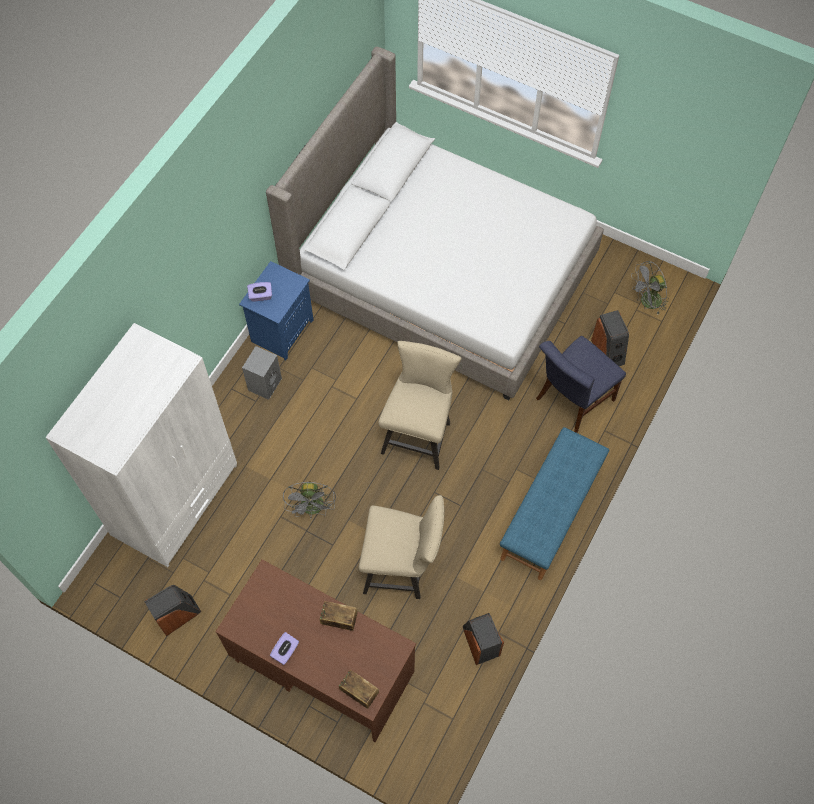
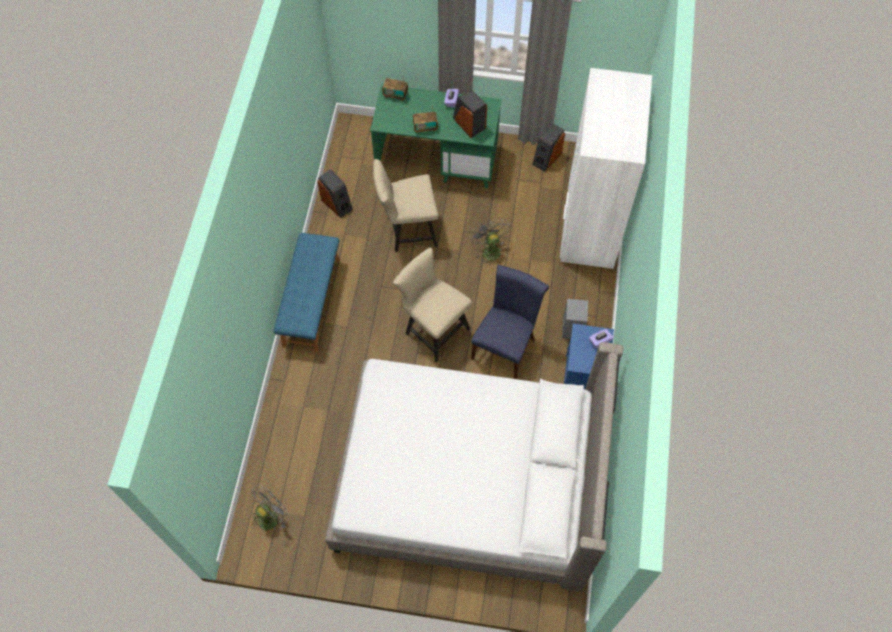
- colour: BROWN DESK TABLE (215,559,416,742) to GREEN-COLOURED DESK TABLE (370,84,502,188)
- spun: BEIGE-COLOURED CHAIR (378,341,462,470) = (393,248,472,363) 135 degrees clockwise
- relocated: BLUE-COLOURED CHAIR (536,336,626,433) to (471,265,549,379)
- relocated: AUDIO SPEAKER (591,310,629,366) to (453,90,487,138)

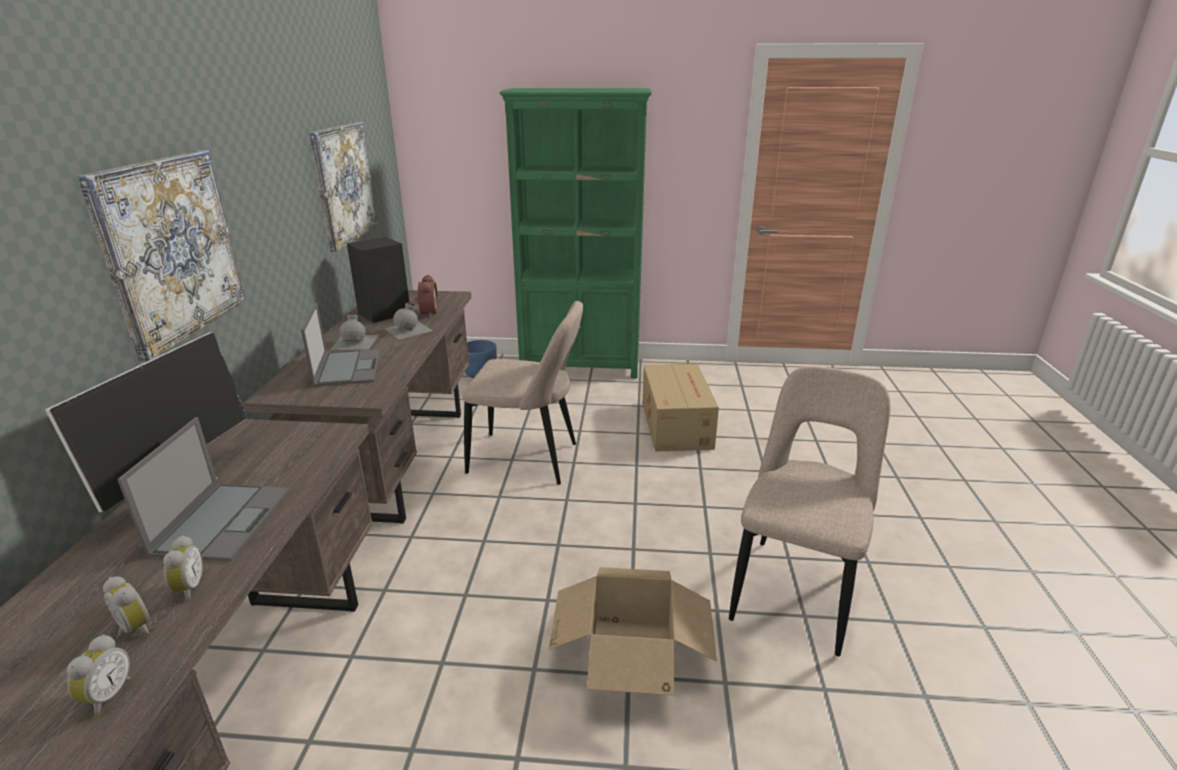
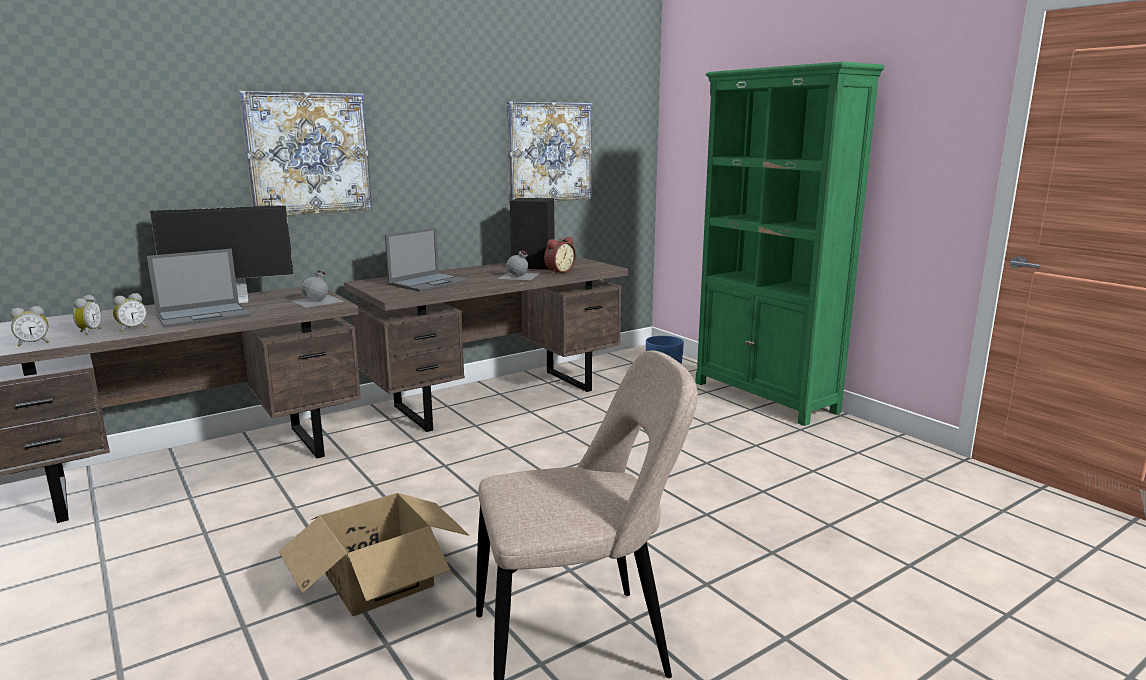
- relocated: GRAY BOTTLE (330,313,379,350) to (291,270,345,308)
- missing: BEIGE-COLOURED CHAIR (463,301,583,485)
- missing: PACKING BOX (642,364,719,452)

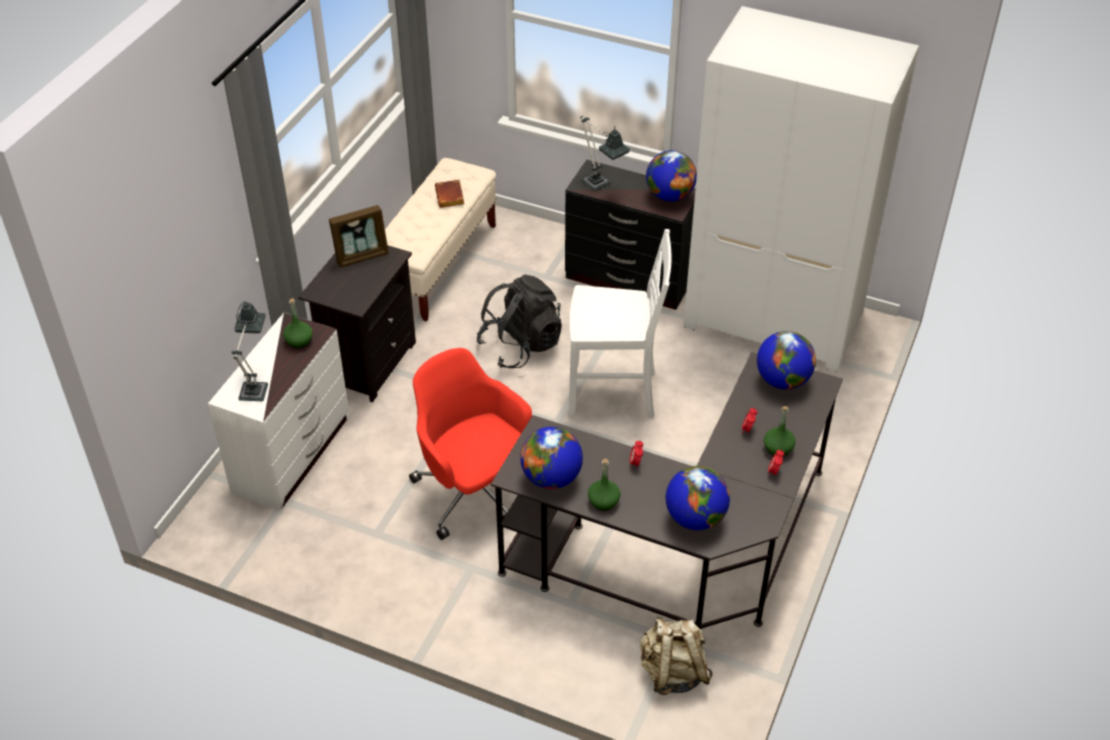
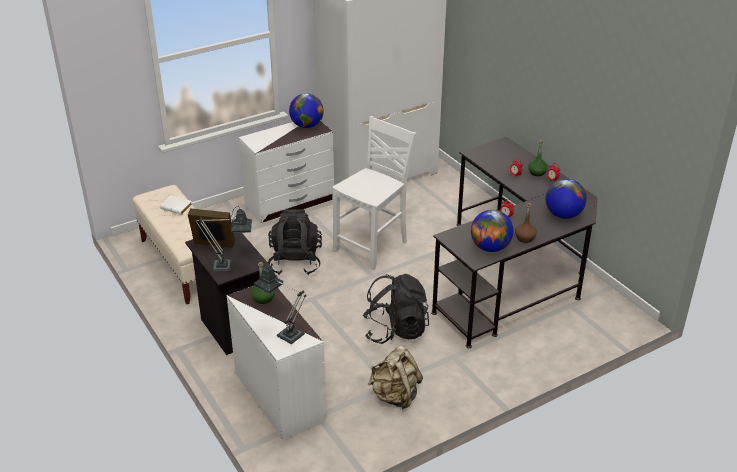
- spun: STANDING FRAME (329,205,389,268) = (188,208,235,248) 90 degrees counterclockwise
- exchanged: REDDISH OFFICE CHAIR (409,348,532,540) to BLACK KNAPSACK (363,274,429,344)
- colour: BROWN BOUND BOOK (435,180,464,208) to WHITE-COLOURED BOUND BOOK (160,196,193,215)
- colour: BLACK DRESSER (565,160,696,310) to WHITE-COLOURED DRESSER (239,121,334,223)
- relocated: LAMP FOR A TABLE (580,116,630,191) to (195,206,252,272)
- colour: GREEN-COLOURED BOTTLE (588,459,621,511) to BROWN BOTTLE (515,203,537,243)
- relocated: BEIGE-COLOURED KNAPSACK (640,616,713,695) to (368,346,423,410)
- missing: GLOBE (757,331,816,390)

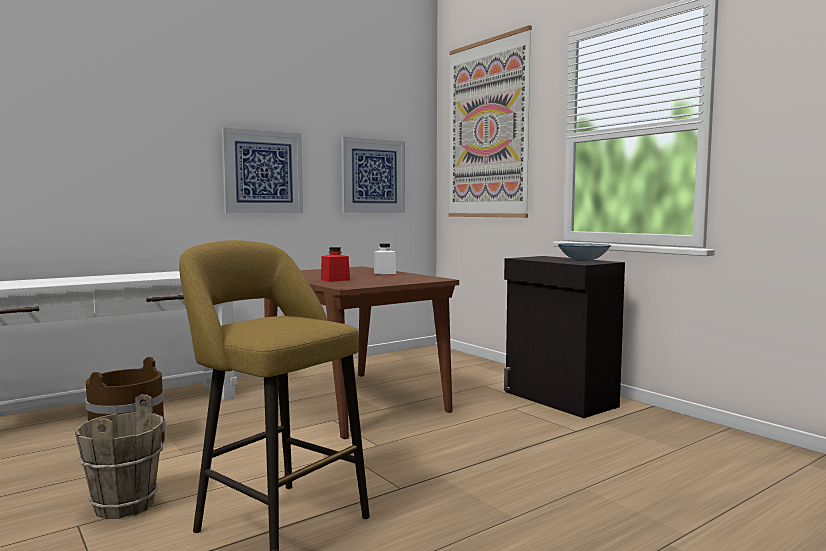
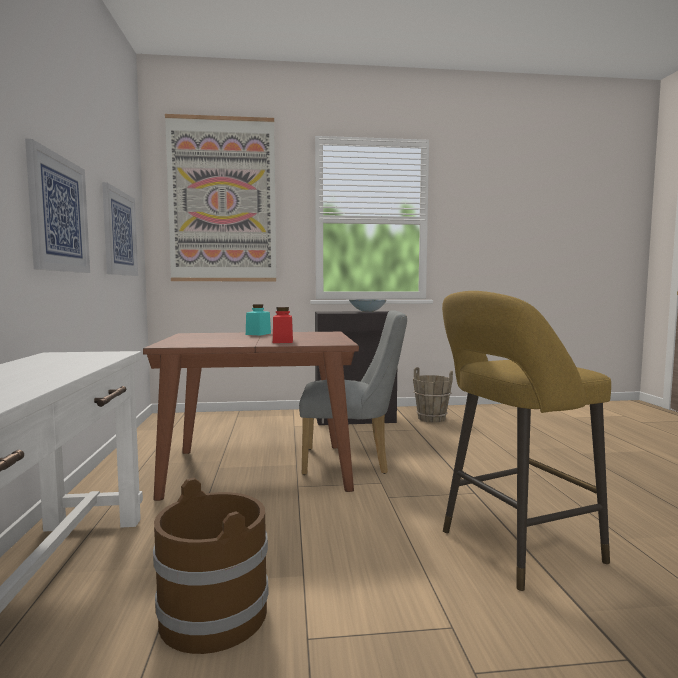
- relocated: BROWN PAIL (74,394,163,519) to (413,367,453,422)
- colour: WHITE-COLOURED STORAGE JAR (374,244,396,274) to TURQUOISE STORAGE JAR (246,304,271,335)
- appeared: GRAY CHAIR (299,310,407,475)

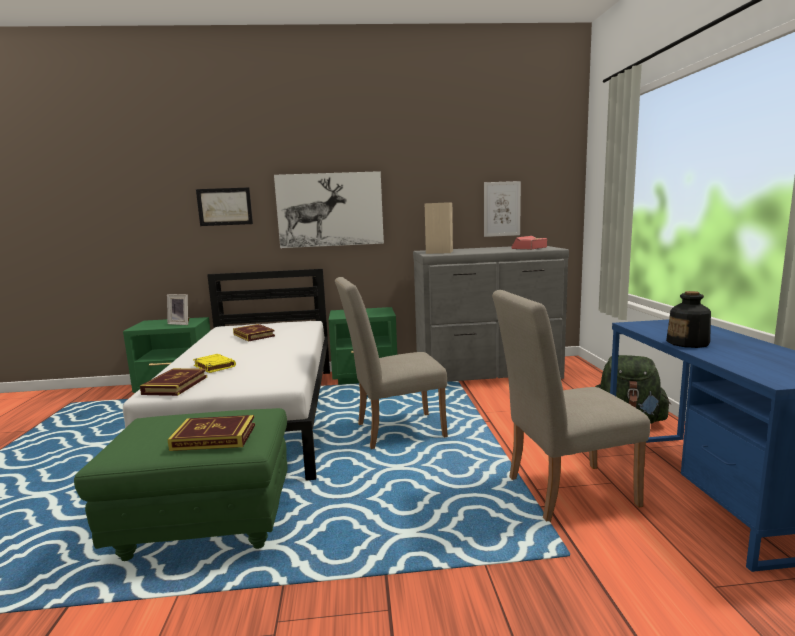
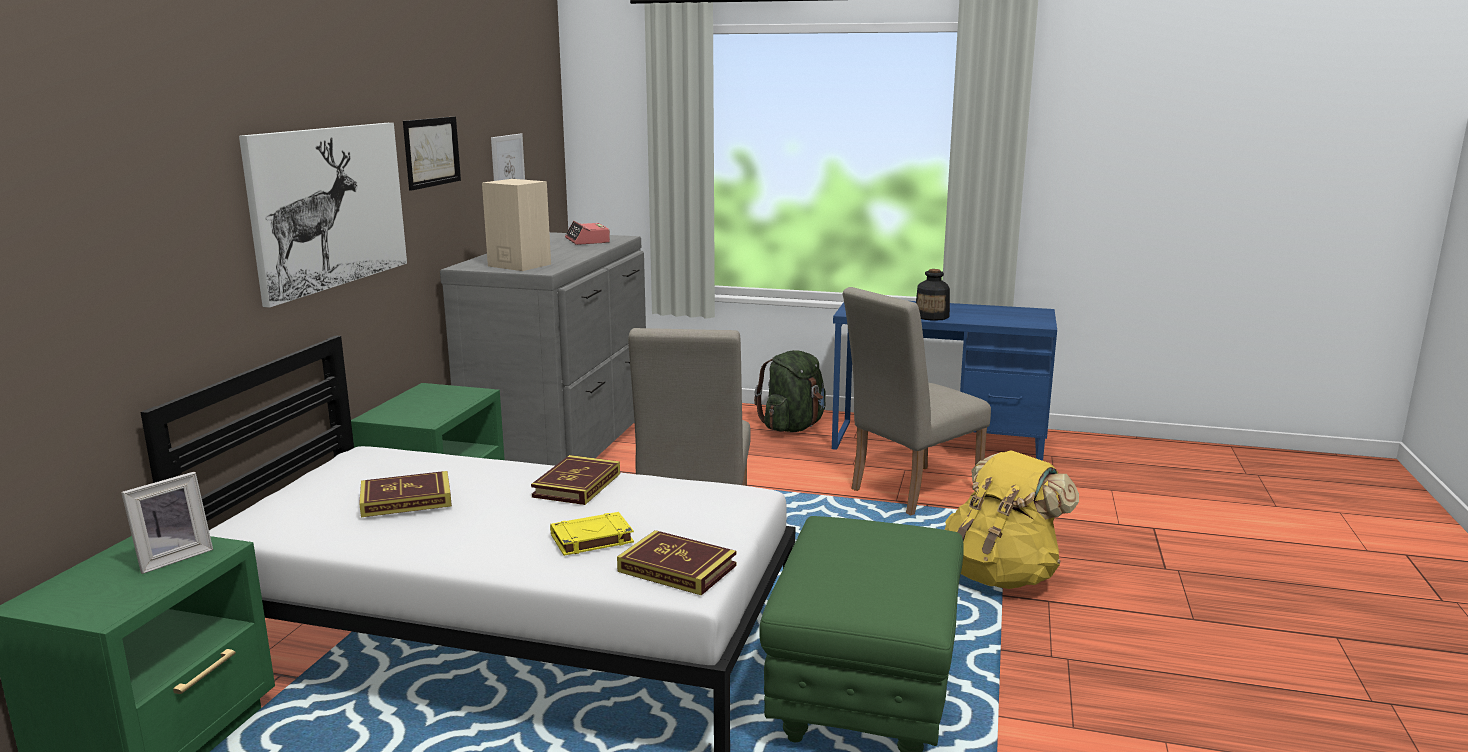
- relocated: BOUND BOOK (167,415,255,451) to (531,455,620,505)
- relocated: PICTURE (196,187,253,226) to (403,116,461,191)
- spun: BEIGE-COLOURED CHAIR (492,290,650,522) = (842,287,991,515) 45 degrees clockwise
- appeared: YELLOWISH KNAPSACK (945,450,1079,589)

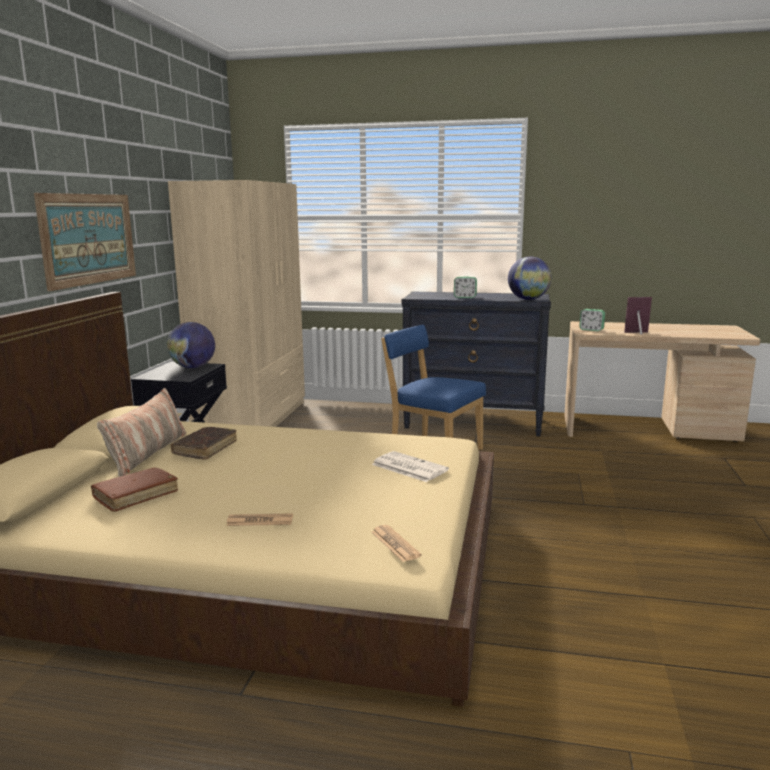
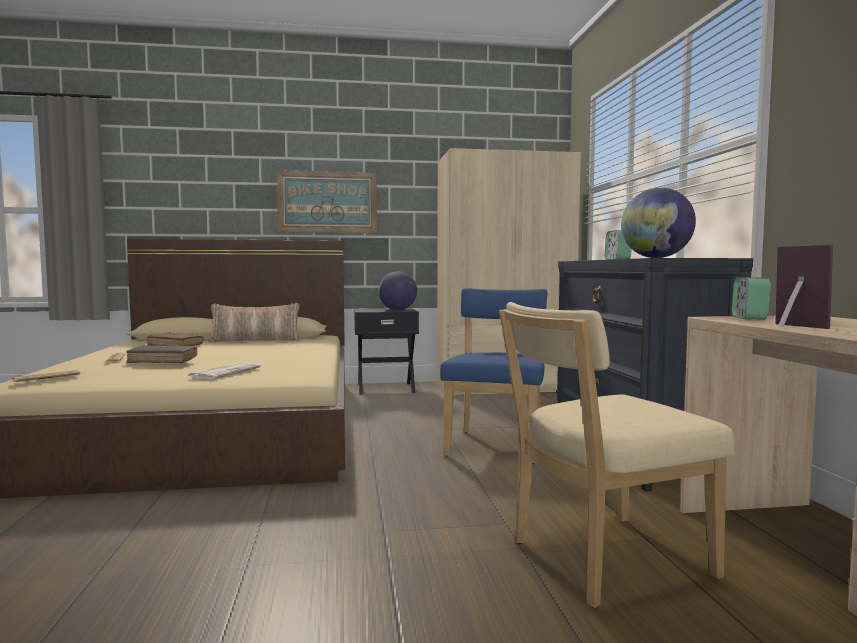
- relocated: BROWN BOUND BOOK (171,427,237,460) to (126,345,197,363)
- appeared: BEIGE-COLOURED CHAIR (499,302,734,608)

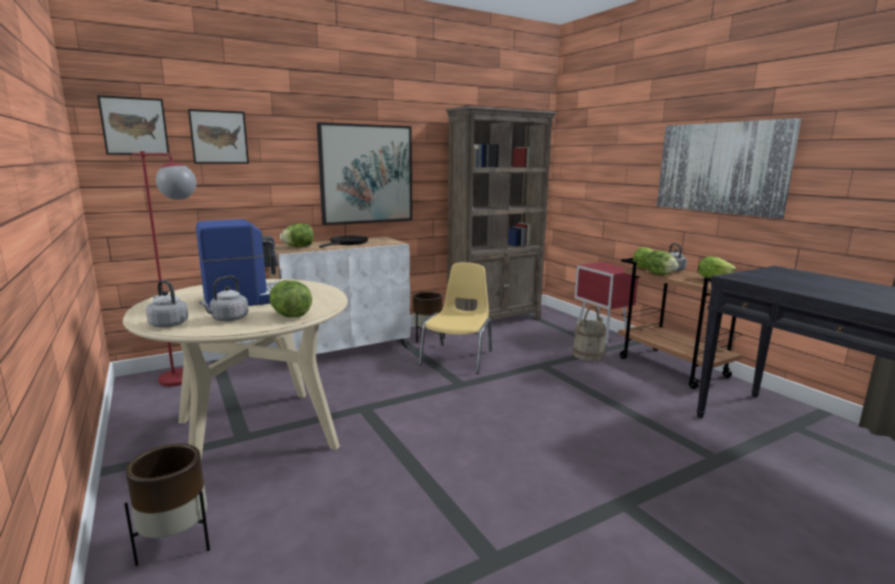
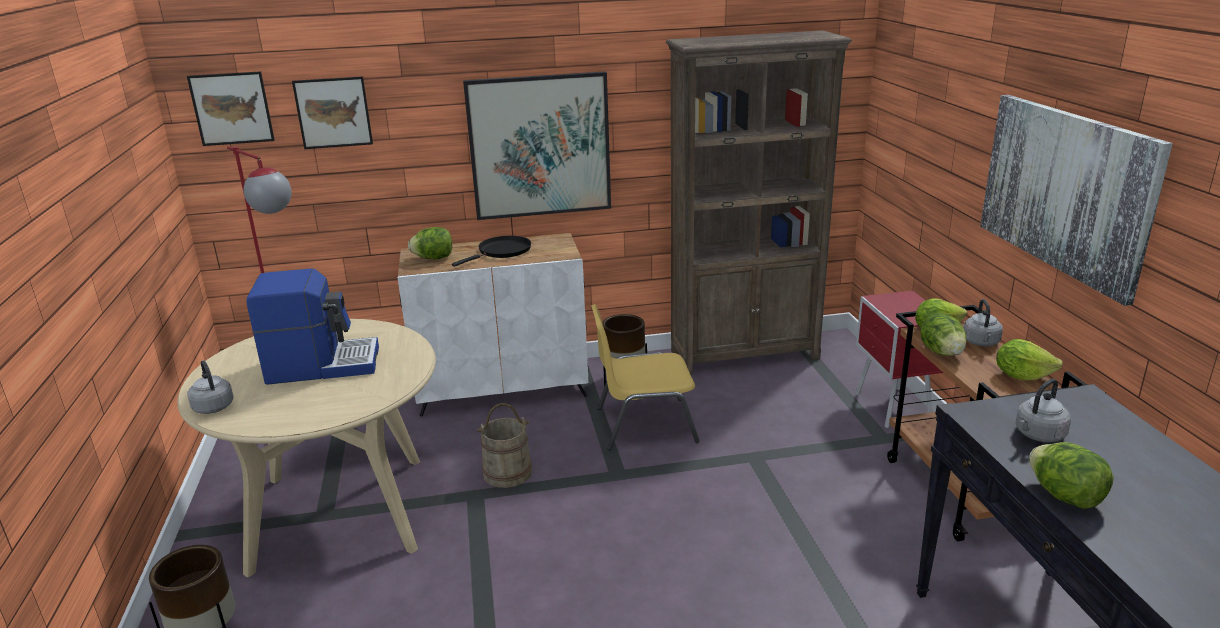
- relocated: GRAY TEA KETTLE (199,276,249,321) to (1016,379,1071,442)
- relocated: LETTUCE HEAD (269,280,312,317) to (1029,442,1114,509)
- spun: YELLOWISH CHAIR (419,262,492,374) = (591,304,700,450) 135 degrees counterclockwise
- relocated: BEIGE-COLOURED PAIL (573,306,606,361) to (477,403,532,488)

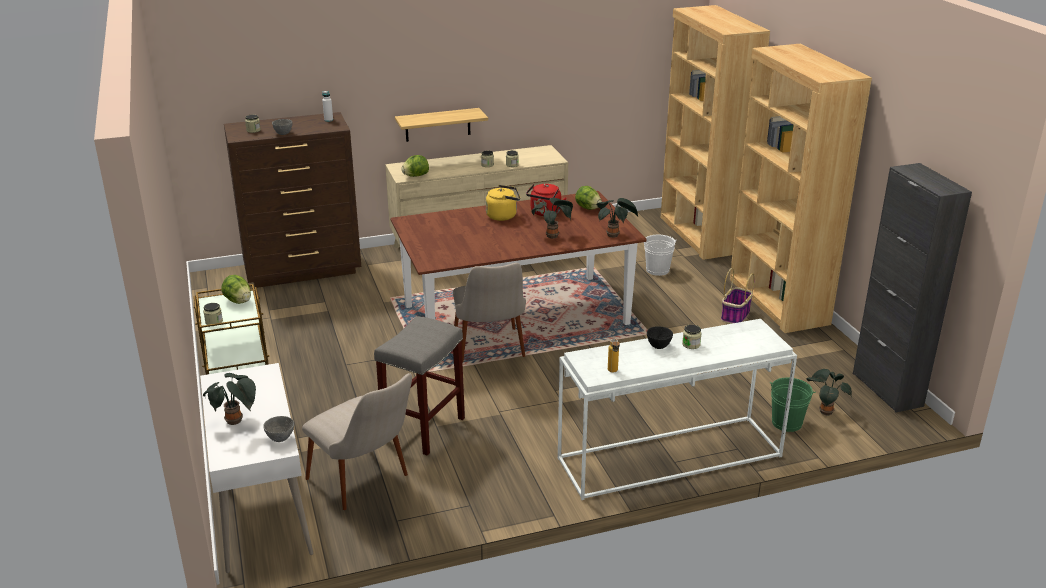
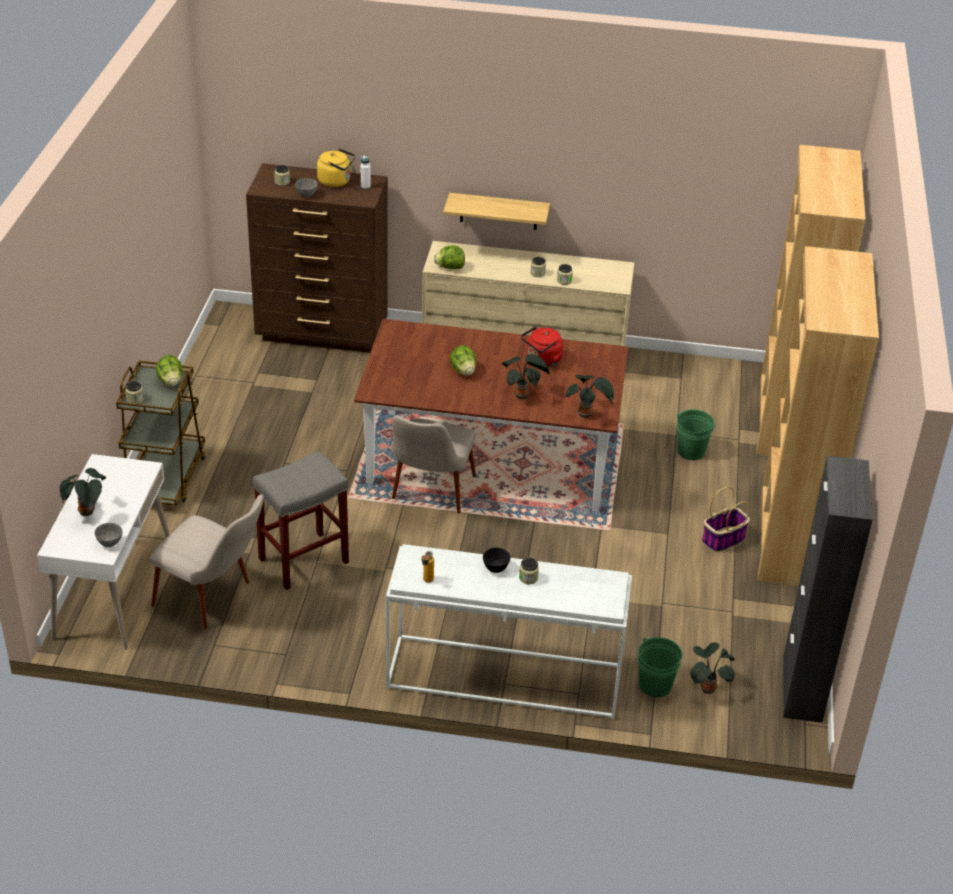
- spun: BEIGE-COLOURED CHAIR (302,373,412,510) = (149,494,264,629) 45 degrees counterclockwise
- relocated: YELLOWISH TEA KETTLE (486,185,520,221) to (317,148,356,187)
- relocated: LETTUCE HEAD (575,186,602,210) to (450,345,476,376)
- colour: WHITE-COLOURED PAIL (644,235,677,276) to GREEN-COLOURED PAIL (676,409,717,460)

